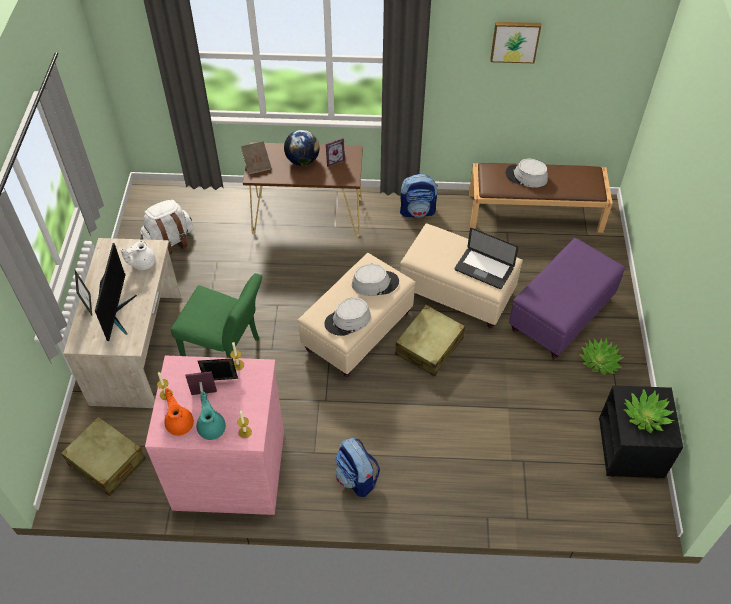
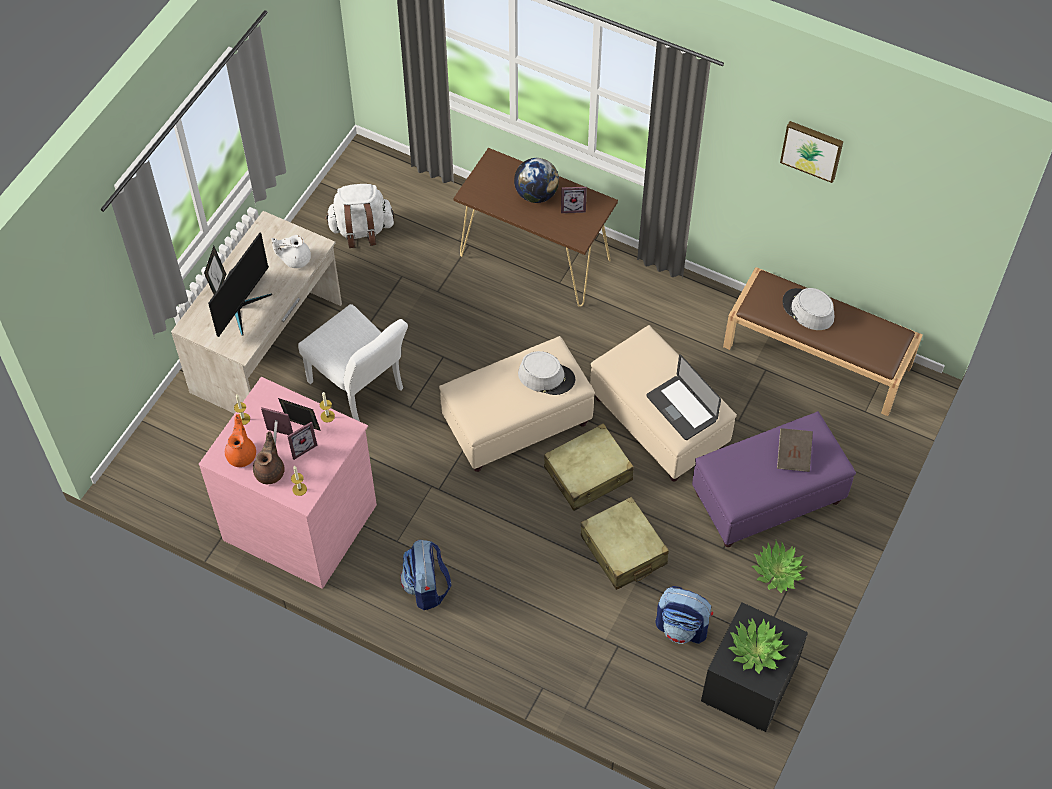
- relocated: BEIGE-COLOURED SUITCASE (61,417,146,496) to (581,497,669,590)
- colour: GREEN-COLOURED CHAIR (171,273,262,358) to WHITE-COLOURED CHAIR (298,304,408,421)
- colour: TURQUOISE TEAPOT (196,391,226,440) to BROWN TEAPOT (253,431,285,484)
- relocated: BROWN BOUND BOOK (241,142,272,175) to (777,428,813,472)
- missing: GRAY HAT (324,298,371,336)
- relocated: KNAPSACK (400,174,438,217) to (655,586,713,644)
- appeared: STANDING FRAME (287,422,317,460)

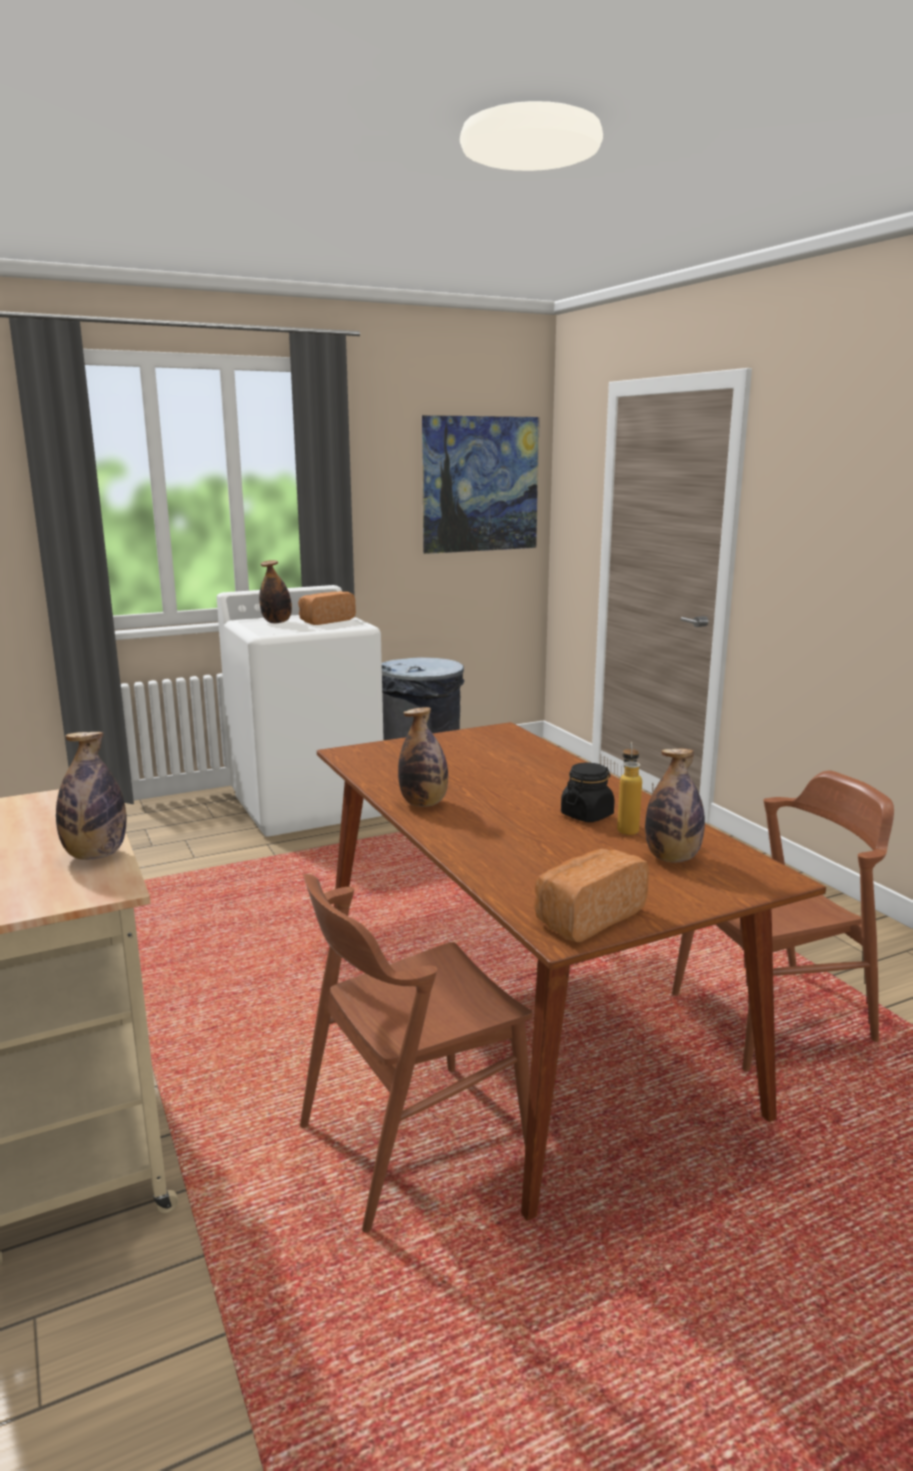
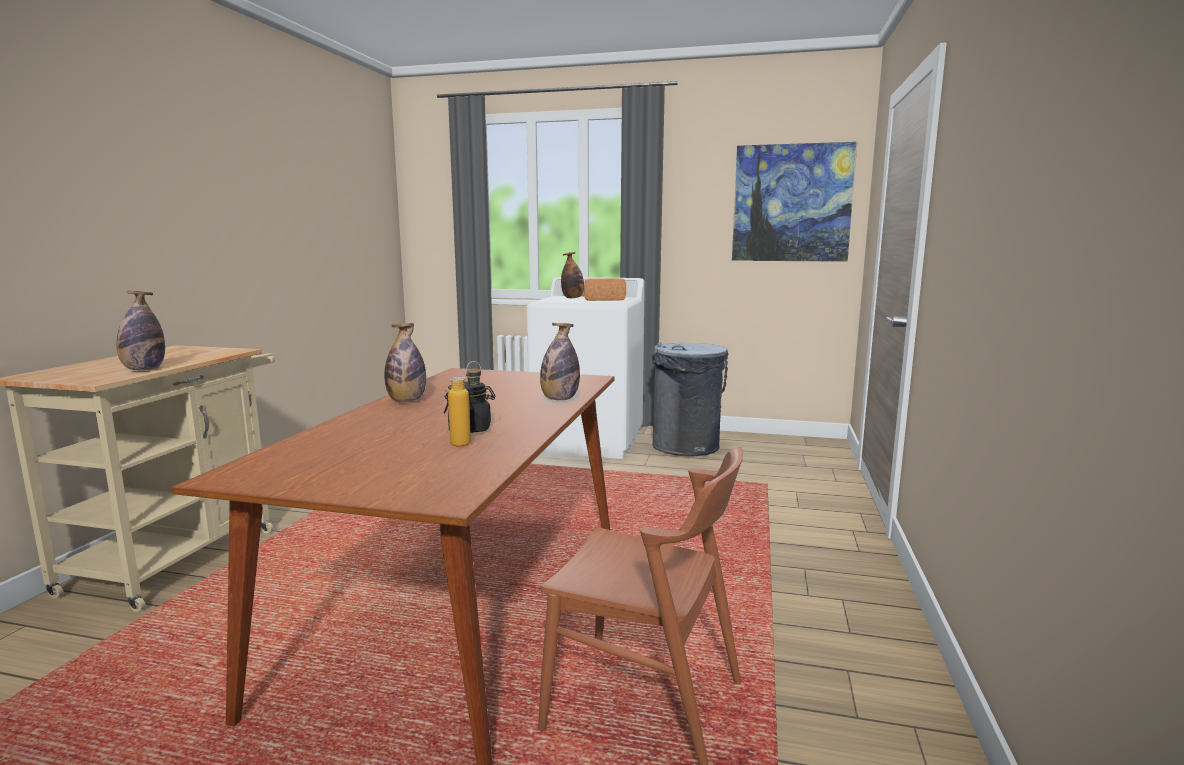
- missing: BROWN CHAIR (300,874,533,1233)
- missing: BAKED BREAD (534,849,649,942)
- relocated: BOTTLE (645,749,705,863) to (540,323,580,400)

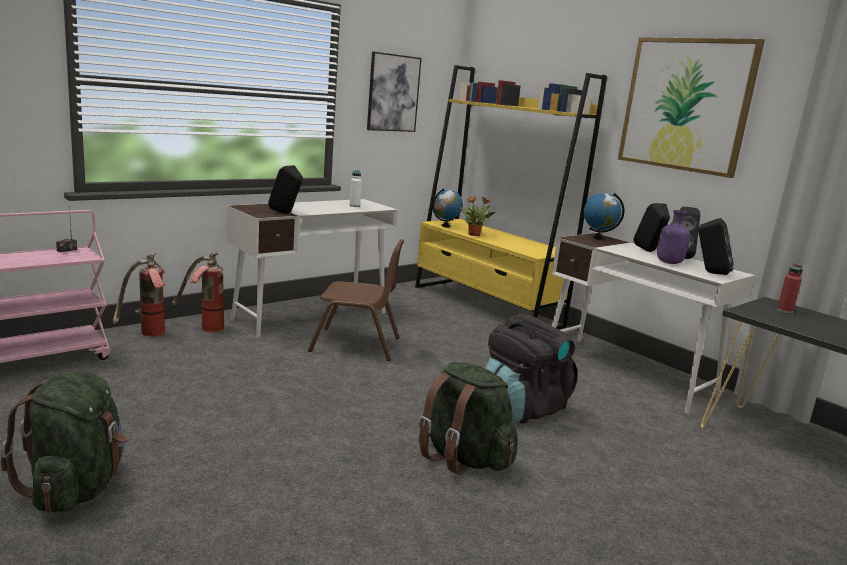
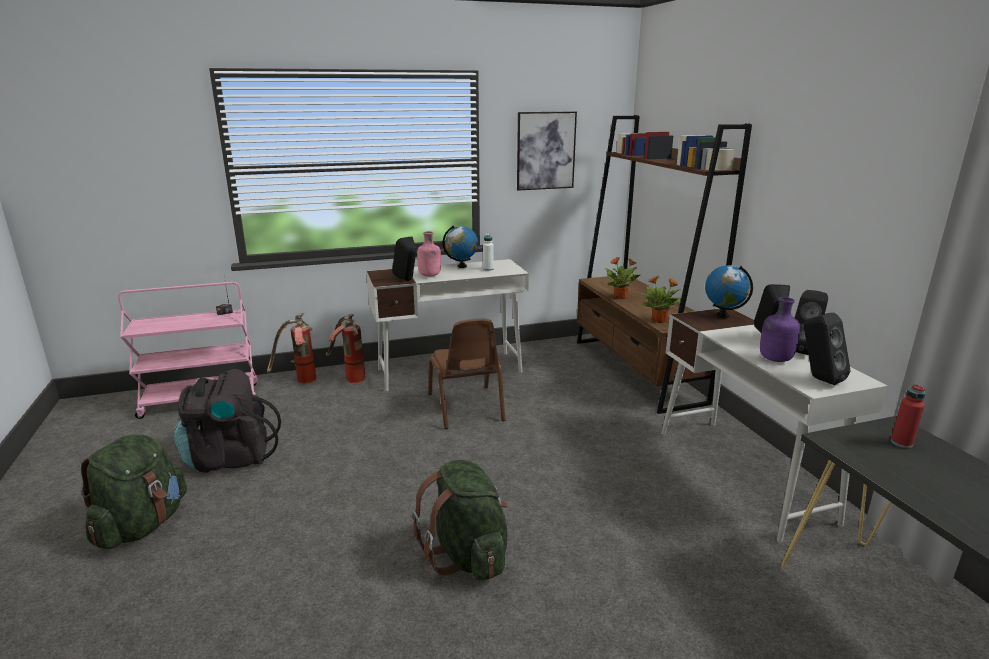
- spun: BROWN CHAIR (308,239,404,361) = (428,319,506,429) 45 degrees clockwise
- colour: YELLOWISH SHELVING UNIT (415,65,607,329) to BROWN SHELVING UNIT (577,115,752,414)
- relocated: GLOBE (433,188,463,227) to (443,225,478,268)
- relocated: BLACK KNAPSACK (485,313,578,424) to (174,369,281,473)
- missing: PICTURE (618,37,765,178)
- appeared: PINK BOTTLE (417,231,441,277)
- appeared: HOUSEPLANT (641,275,681,323)

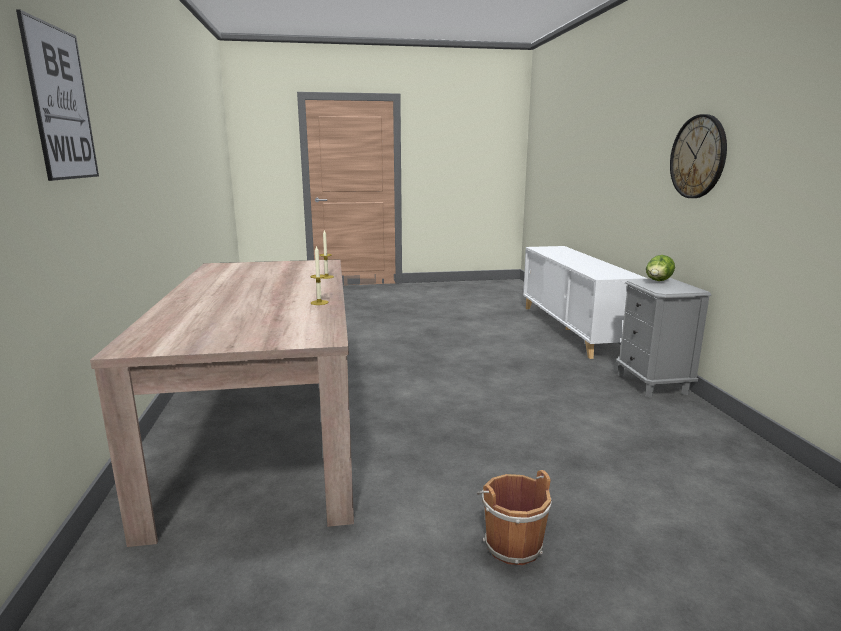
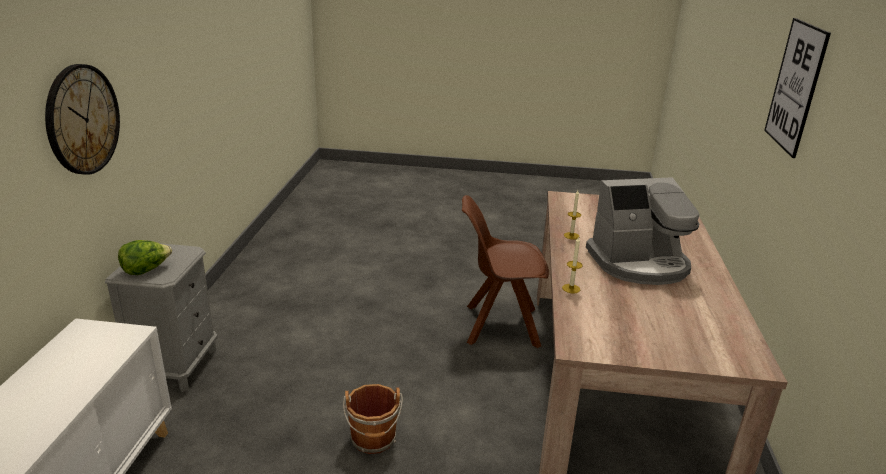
- relocated: BROWN PAIL (477,470,552,565) to (343,384,403,454)
- appeared: BROWN CHAIR (462,195,549,348)
- appeared: COFFEE BREWER (586,177,699,285)

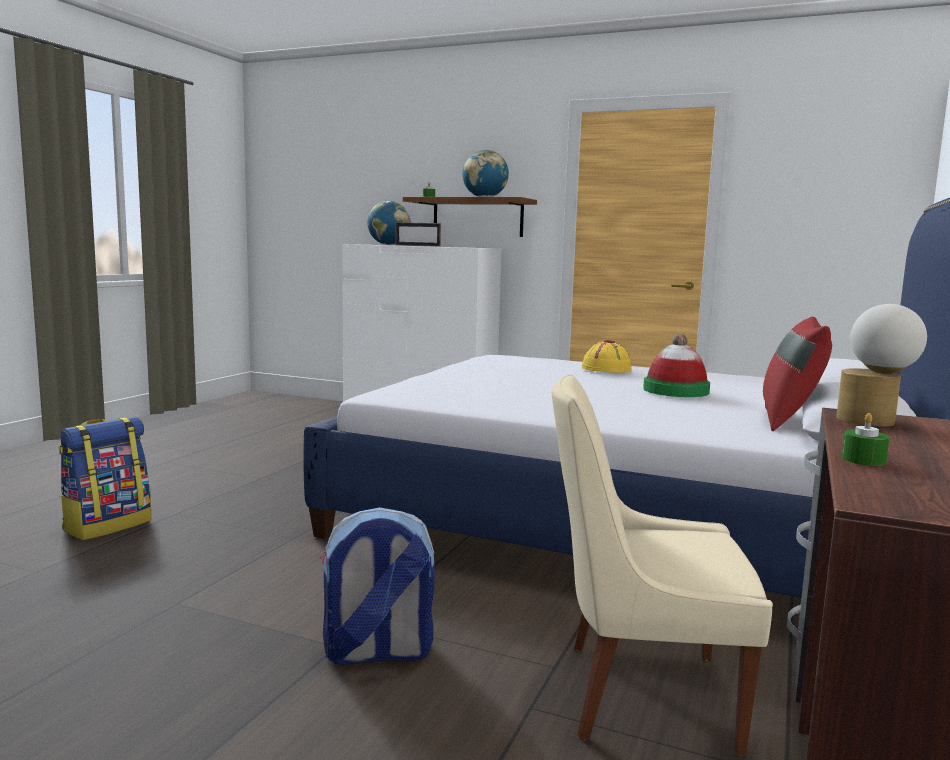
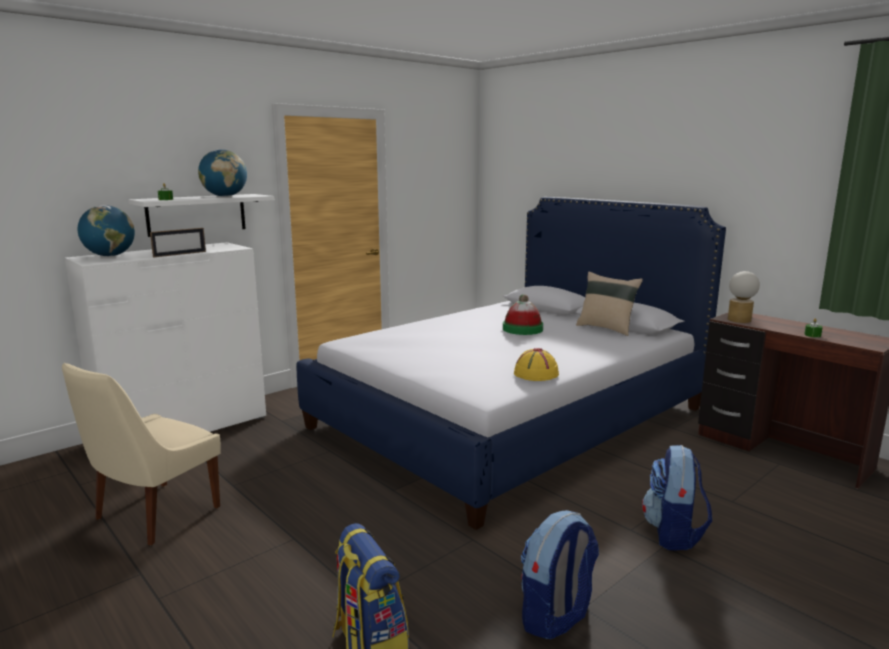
- colour: BROWN WALL SHELF (403,197,537,237) to WHITE-COLOURED WALL SHELF (128,194,275,237)
- relocated: BEIGE-COLOURED CHAIR (552,374,773,756) to (62,363,221,545)
- relocated: YELLOWISH HAT (581,340,632,373) to (514,348,559,381)
- colour: REDDISH CUSHION (763,317,832,431) to BEIGE-COLOURED CUSHION (576,271,643,336)
- appeared: KNAPSACK (521,510,599,639)

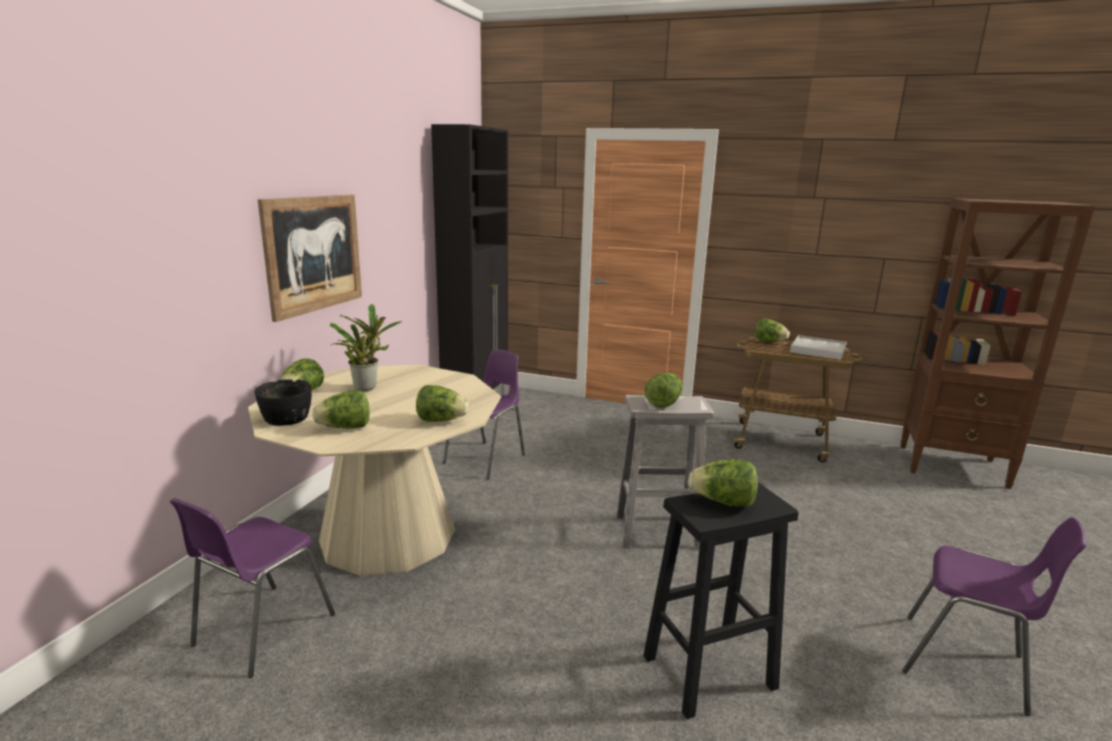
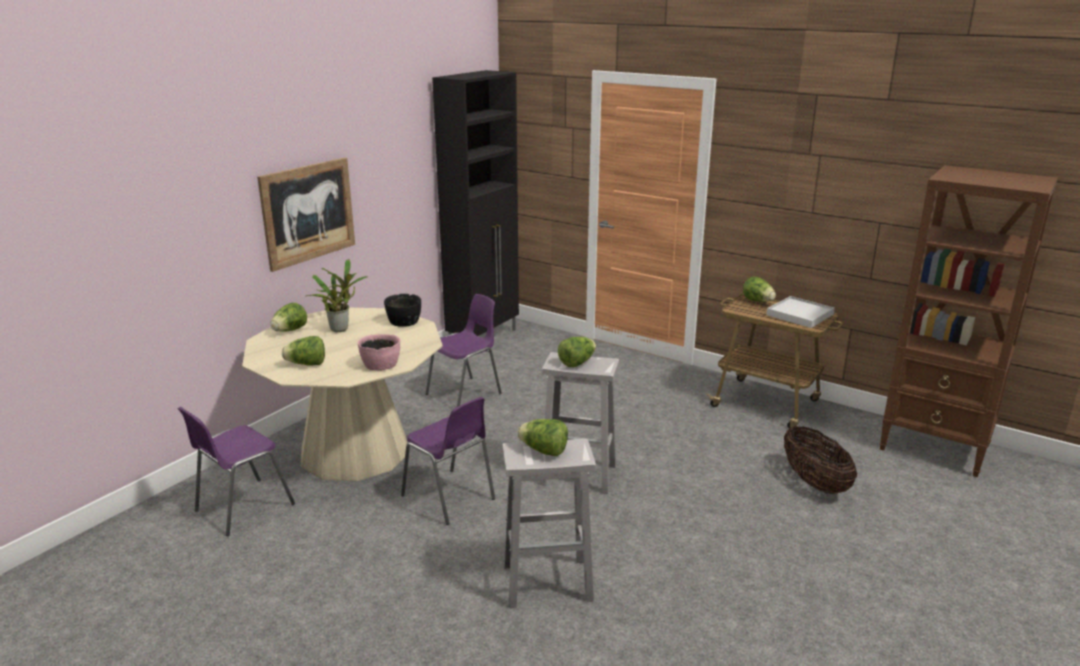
- relocated: BLACK SERVING BOWL (254,379,312,426) to (384,294,421,327)
- exchanged: LETTUCE HEAD (416,385,469,422) to PINK SERVING BOWL (358,334,400,371)
- colour: BLACK STOOL (643,483,799,719) to WHITE-COLOURED STOOL (502,438,596,608)
- relocated: PURPLE CHAIR (902,517,1087,716) to (401,397,495,525)
- appeared: BASKET (784,426,857,494)

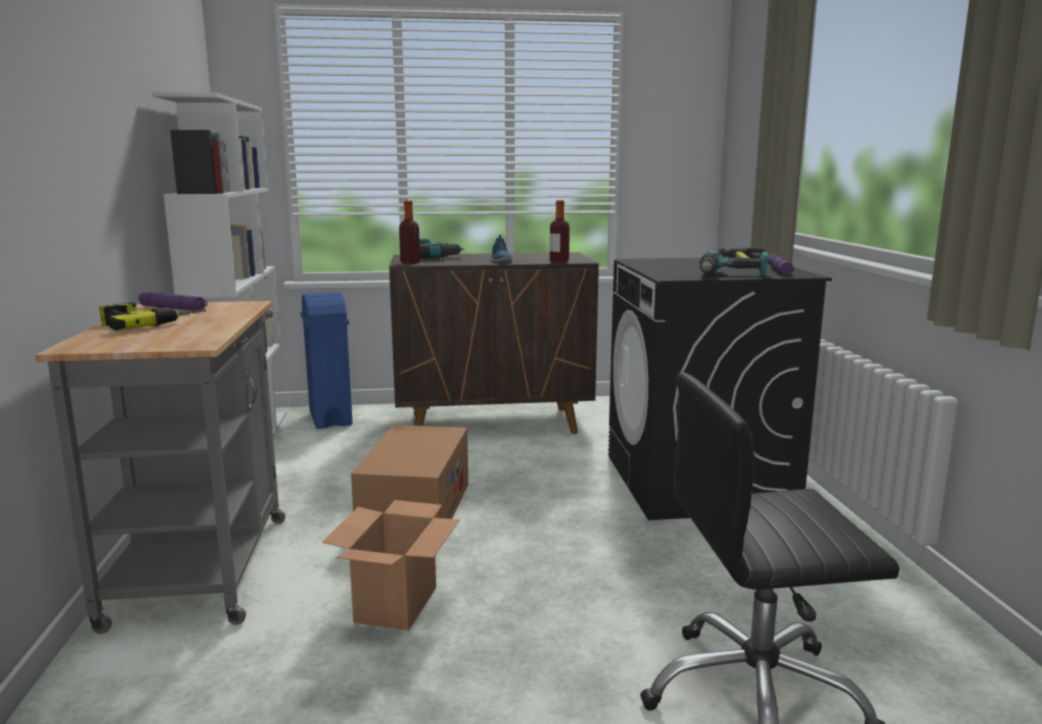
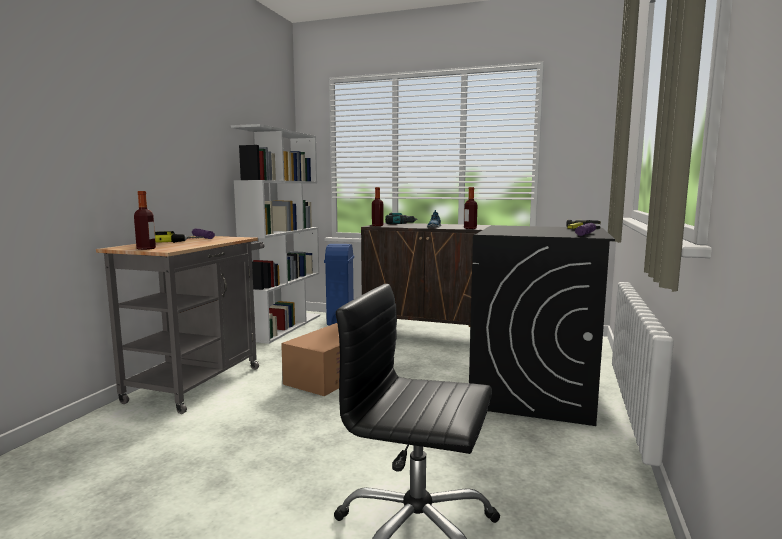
- missing: PACKING BOX (322,500,460,631)
- missing: POWER DRILL (699,250,769,277)
- appeared: BOTTLE (134,191,156,250)

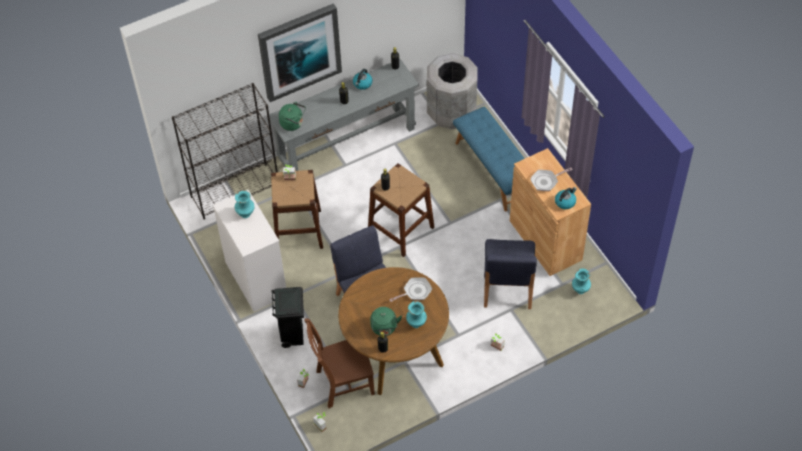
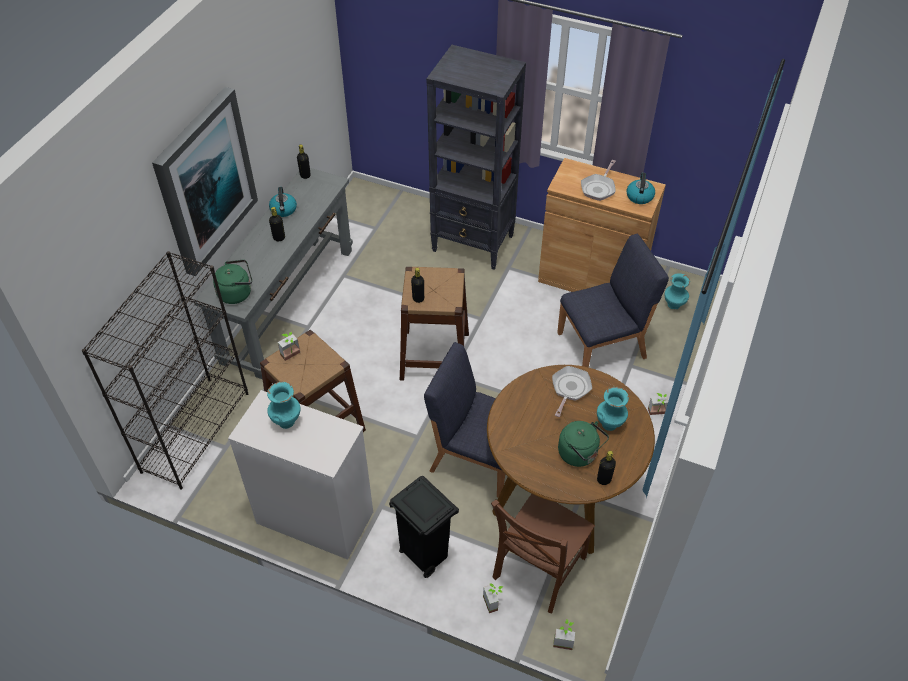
- missing: GRAY RUBBISH BIN (427,53,478,129)
- exchanged: BLUE-COLOURED LONG SEAT (453,106,525,212) to BLACK SHELVING UNIT (426,45,526,270)
- spun: BLUE-COLOURED CHAIR (484,239,537,309) = (557,234,669,368) 75 degrees counterclockwise

